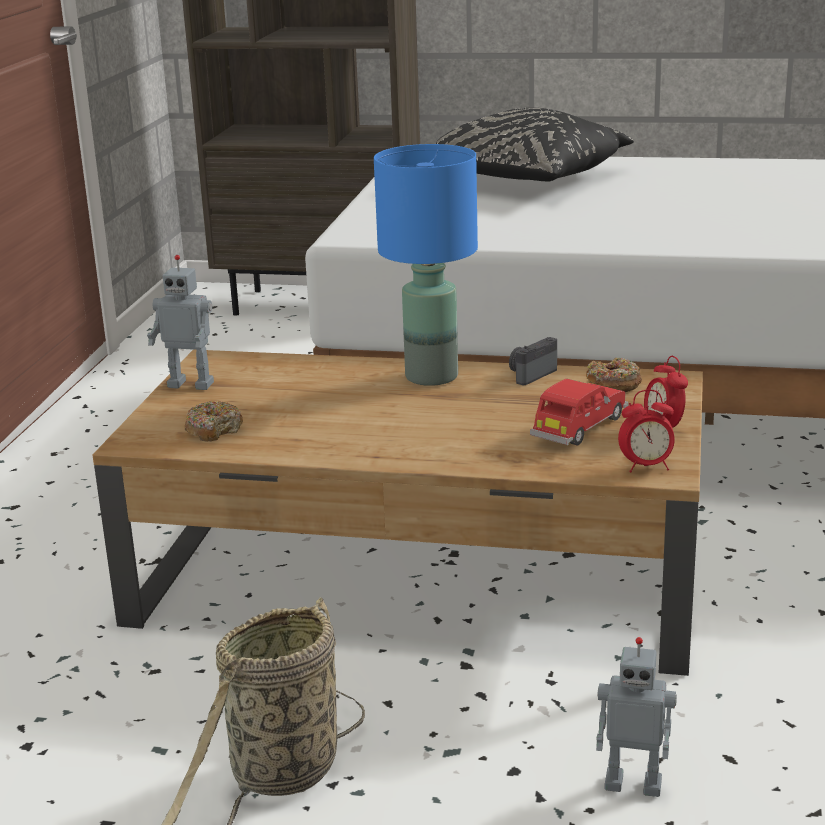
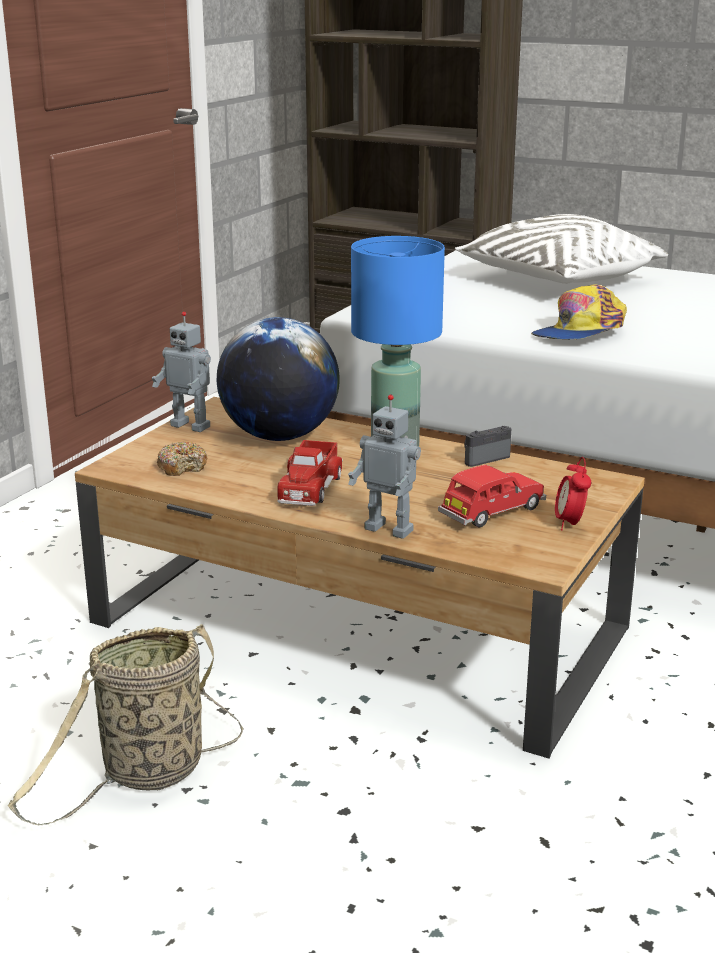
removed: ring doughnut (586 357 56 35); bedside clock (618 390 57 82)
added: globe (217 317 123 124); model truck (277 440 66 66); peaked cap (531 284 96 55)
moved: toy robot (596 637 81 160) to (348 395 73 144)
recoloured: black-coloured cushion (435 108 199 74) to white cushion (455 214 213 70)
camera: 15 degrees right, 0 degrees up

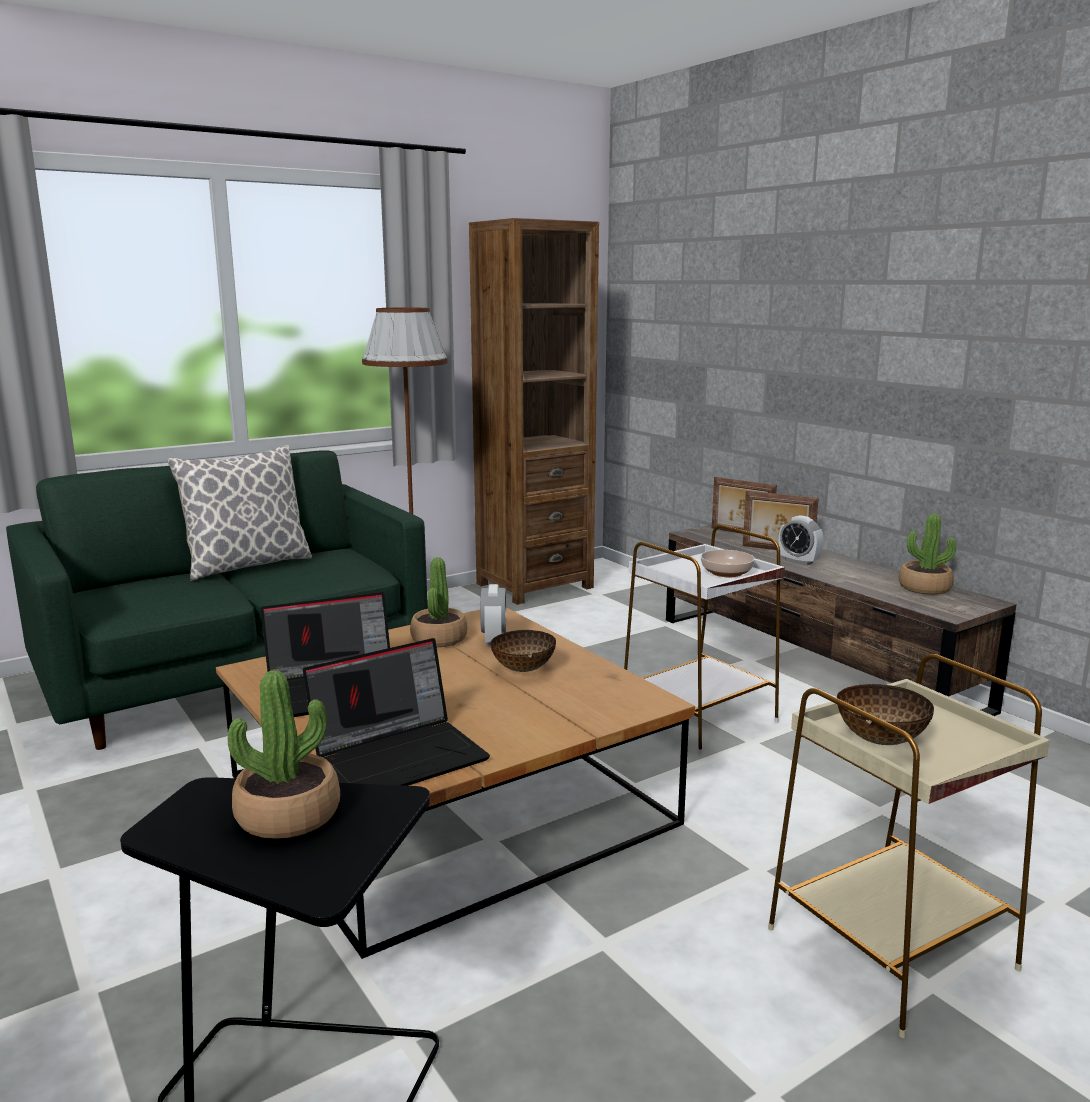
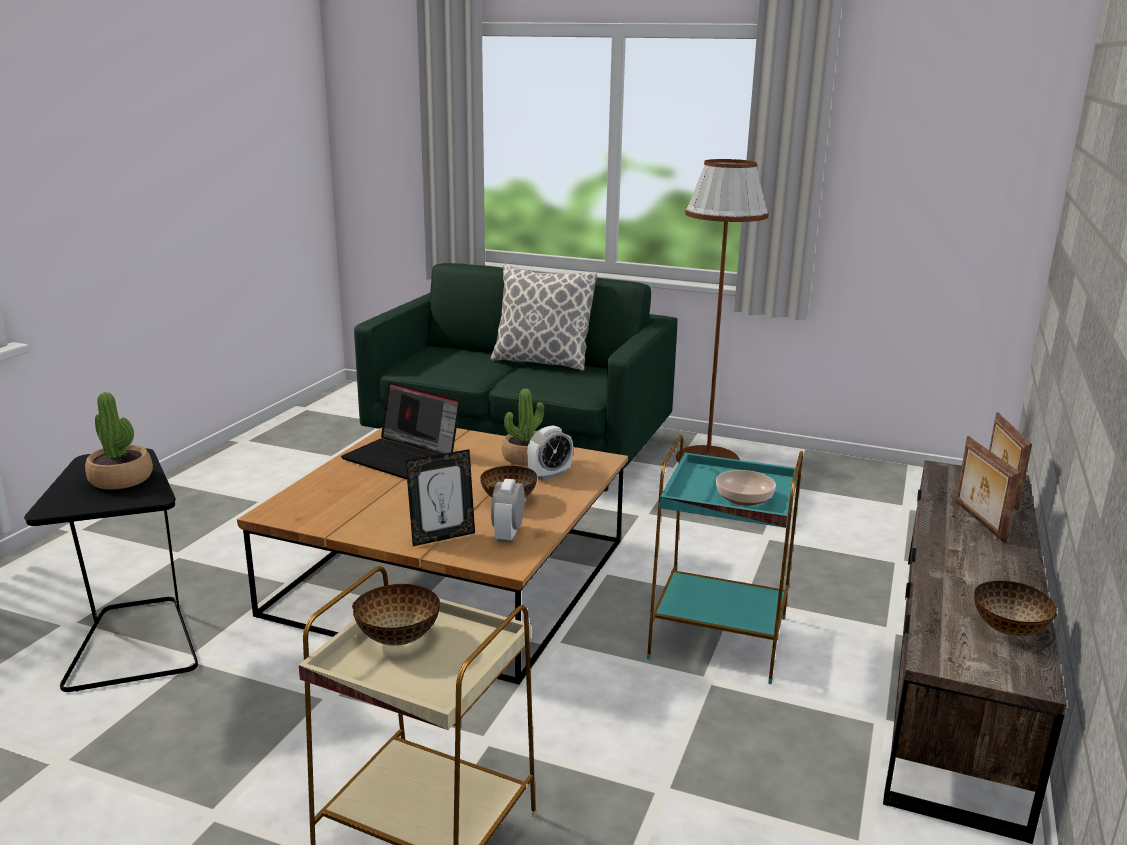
removed: portable computer (303 638 187 148); brownish bookshelf (469 218 130 387)
added: photo frame (406 449 69 97)
moved: bedside clock (779 515 44 51) to (491 479 34 64)
replaced: potted plant (899 514 57 81) to deep dish (974 581 83 55)
recoloured: white end table (624 525 161 230) to blue-green end table (647 435 156 249)
camera: 55 degrees right, 5 degrees up

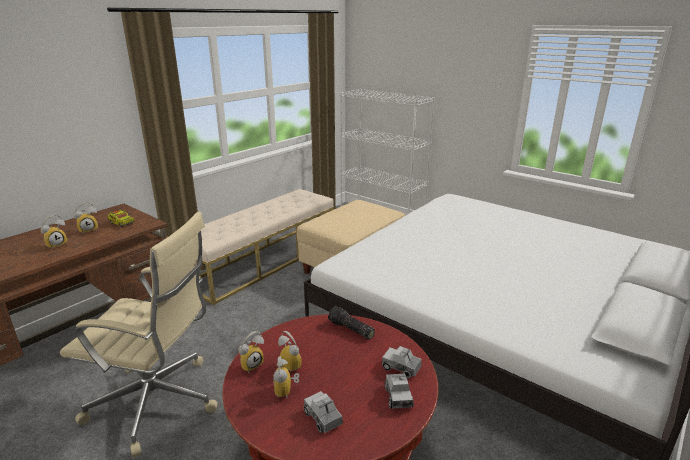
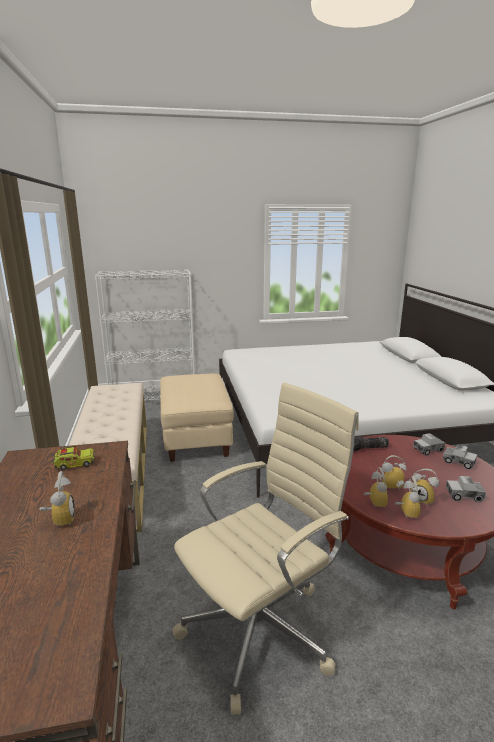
moved: bedside clock (74 202 24 32) to (395 476 26 43)
camera: 50 degrees left, 5 degrees down

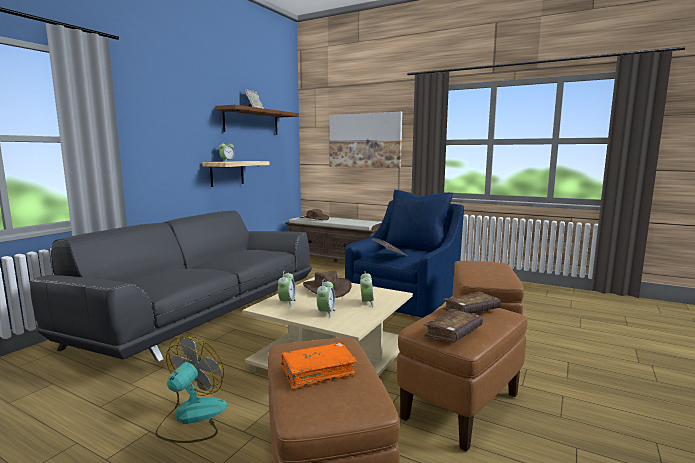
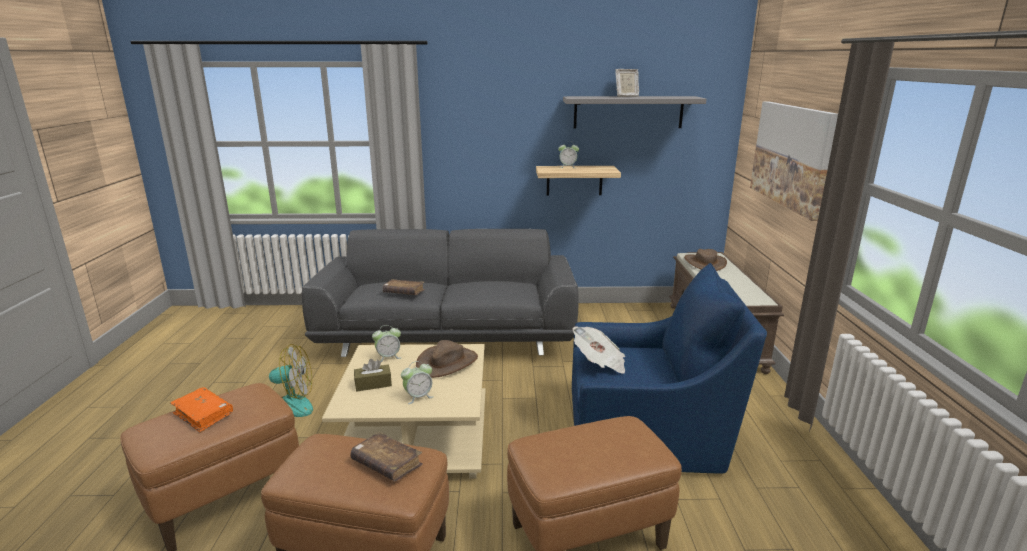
moved: brownish bound book (424 309 59 33) to (383 279 42 16)
replaced: bedside clock (317 279 19 39) to brownish tissue holder (354 359 38 32)
recoloured: brownish shelf (215 105 84 30) to grey shelf (563 96 144 32)
camera: 60 degrees right, 10 degrees up

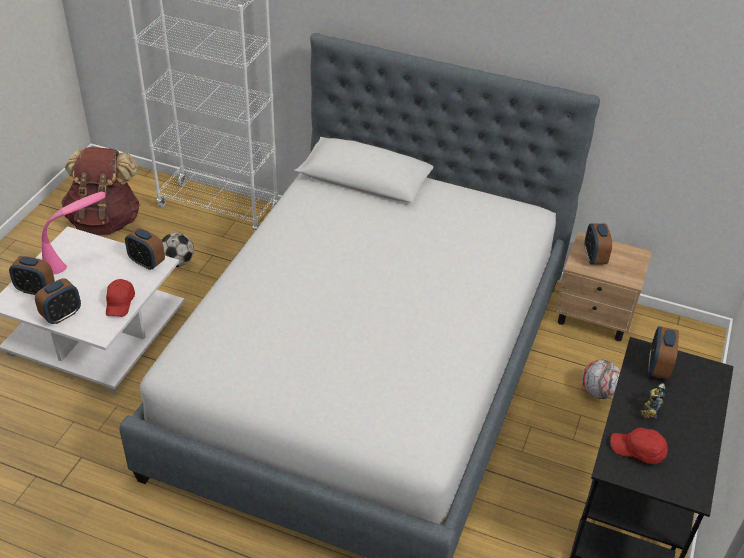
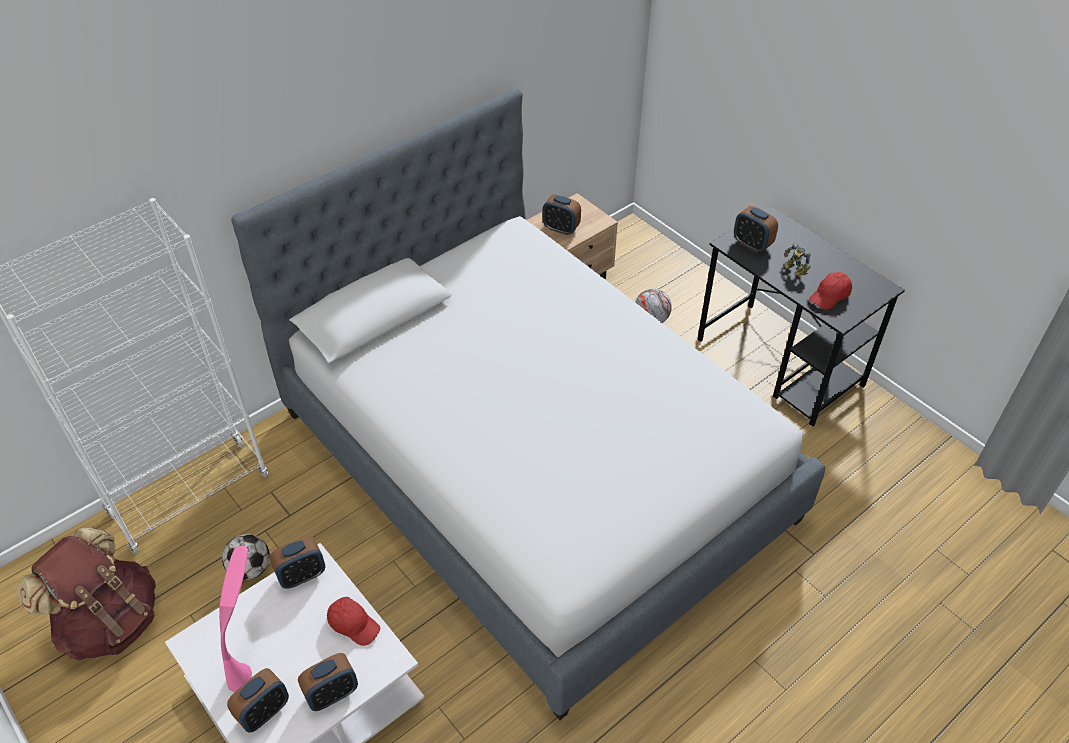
turned: bedside clock (35 278 46 46) = (298 653 60 58) 75 degrees clockwise
camera: 60 degrees left, 5 degrees up

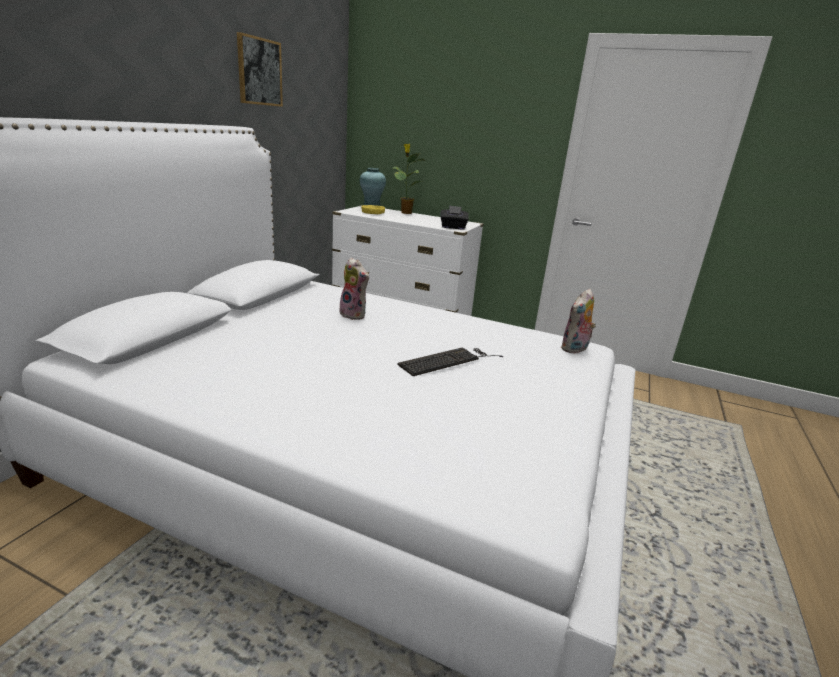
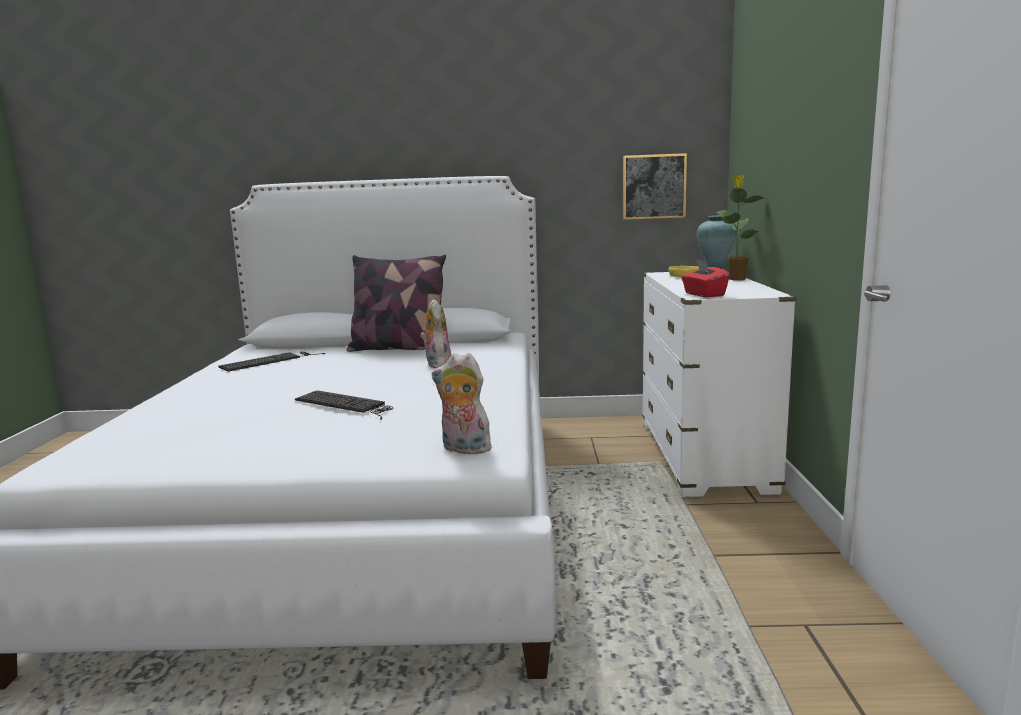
added: PC keyboard (218 352 107 20); cushion (346 254 100 98)
moved: wall art (237 32 46 75) to (623 153 64 67)
recoloured: black-coloured tissue holder (441 206 28 23) to reddish tissue holder (681 260 49 37)
turned: plush toy (339 257 30 63) = (420 299 31 69) 150 degrees clockwise
camera: 70 degrees right, 10 degrees down

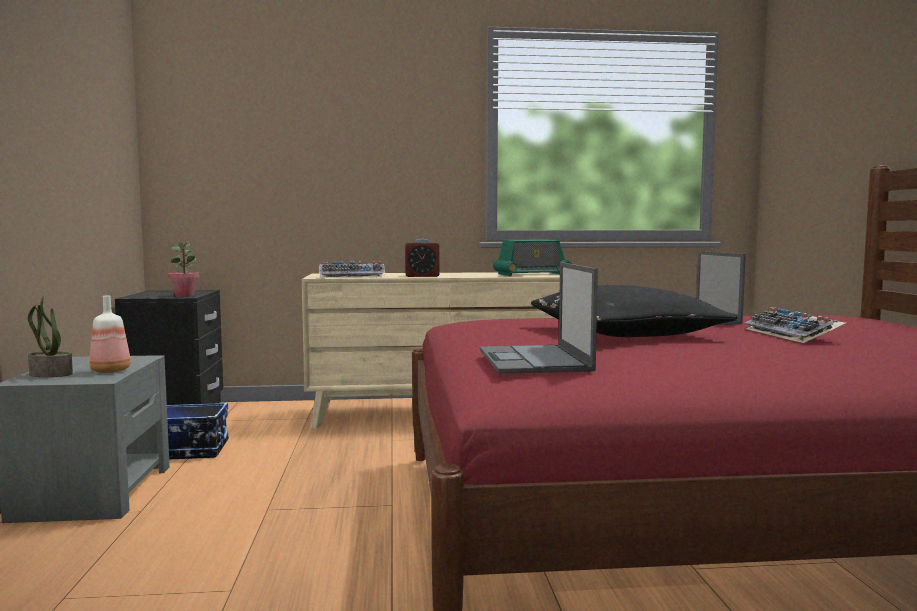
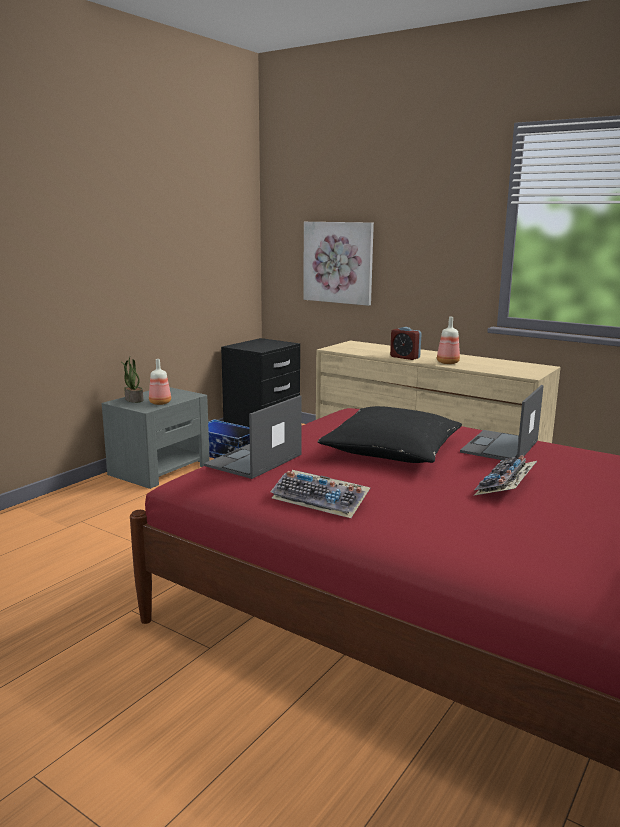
removed: potted plant (168 241 31 56); radio set (493 240 79 36)
added: wall art (303 222 71 84); bottle (437 317 23 47)
moved: PC keyboard (319 261 66 17) to (270 470 100 48)
camera: 40 degrees right, 10 degrees up

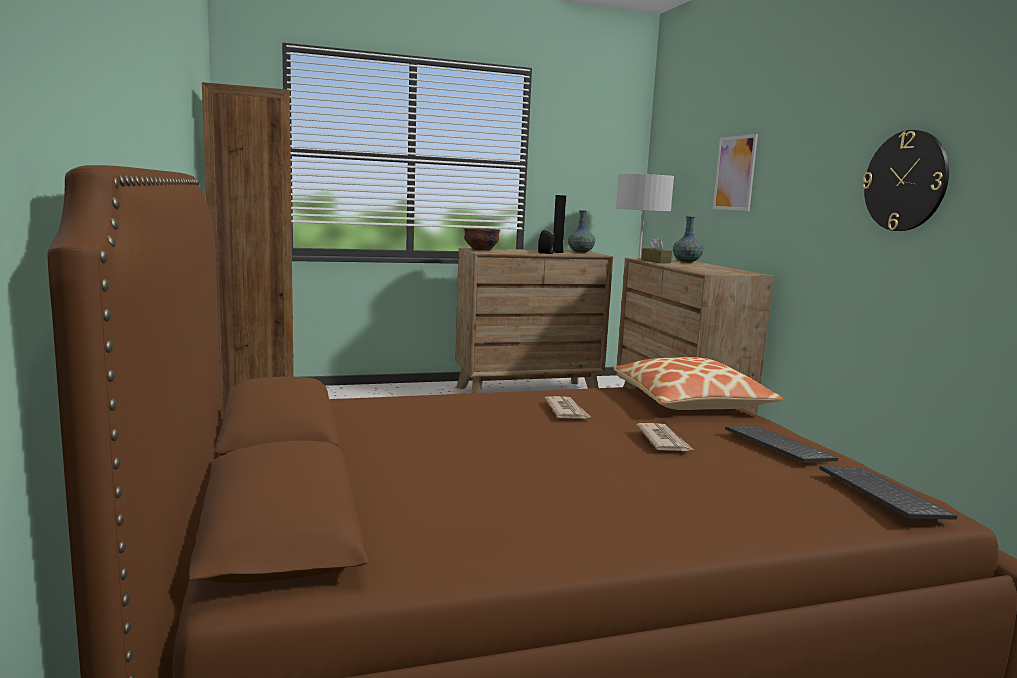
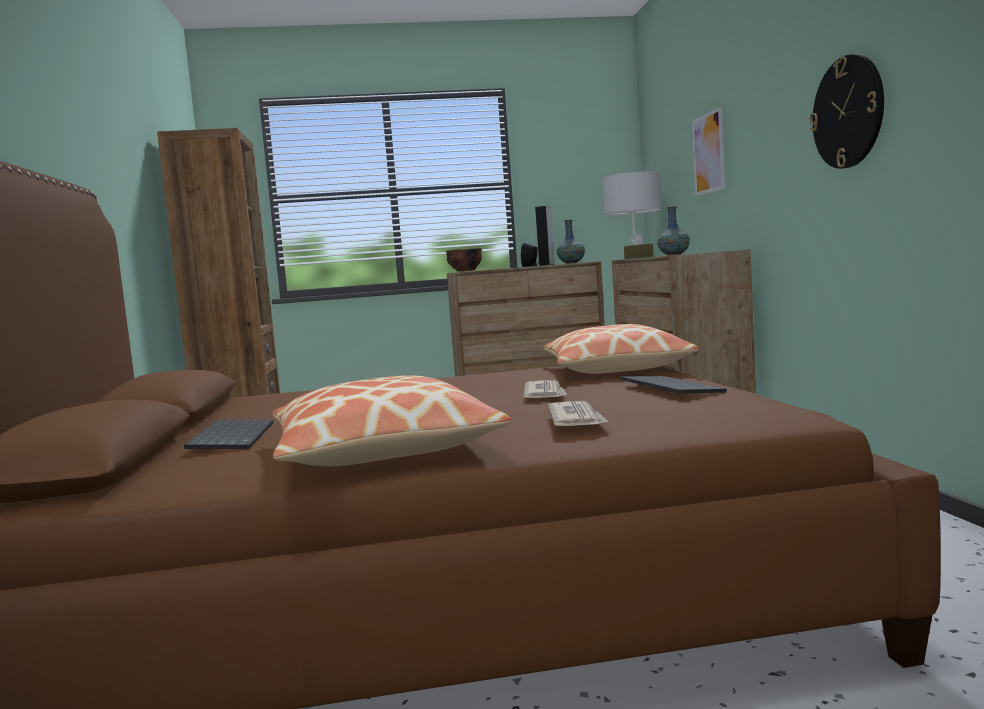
added: cushion (273 375 238 92)
moved: daily paper (545 396 45 23) to (548 401 60 25); PC keyboard (819 466 139 54) to (184 419 89 30)
camera: 10 degrees right, 5 degrees down

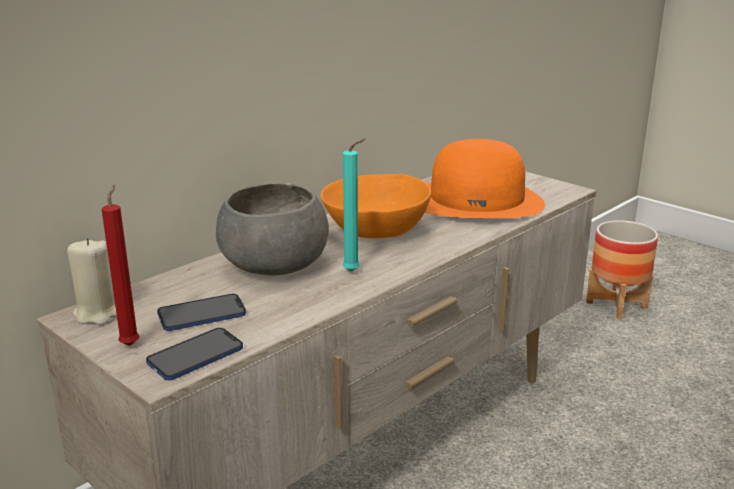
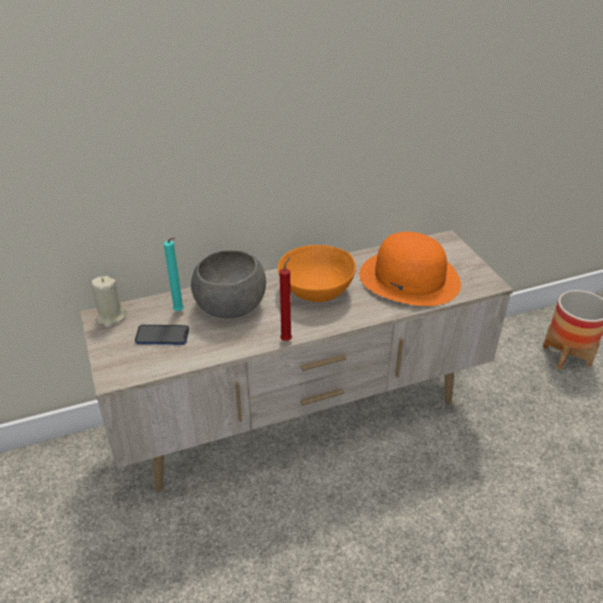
removed: telephone (146 328 97 52)
moved: reddish wax candle (102 184 37 162) to (280 257 12 84); blue-green wax candle (343 139 22 133) to (164 237 20 74)
camera: 25 degrees right, 15 degrees up

